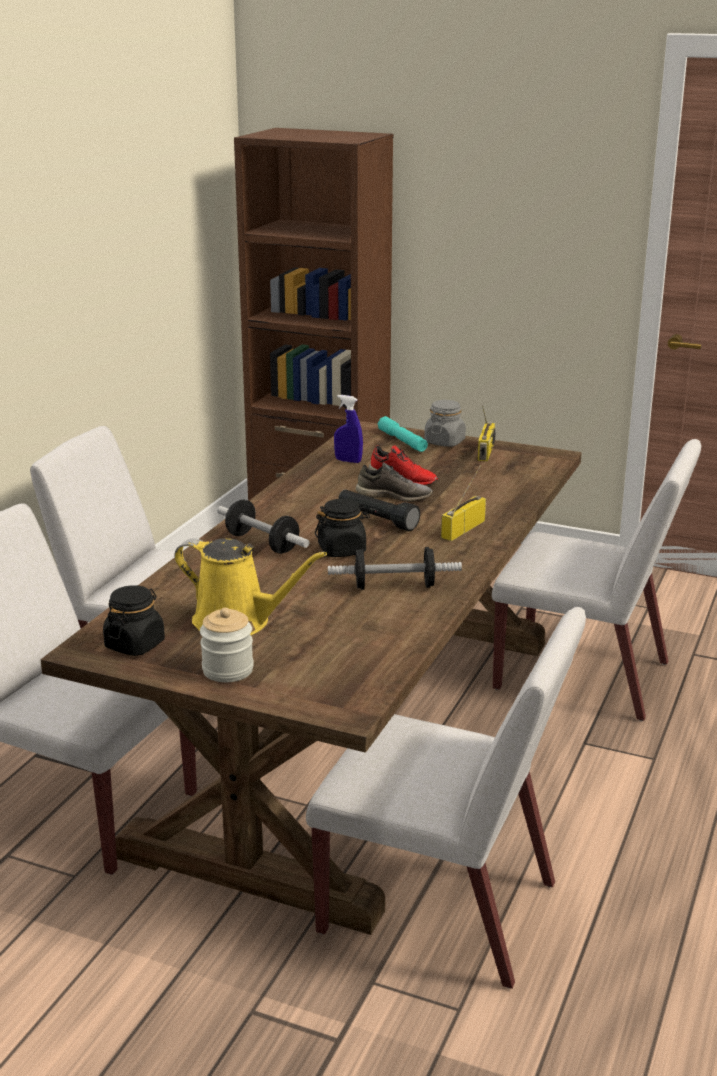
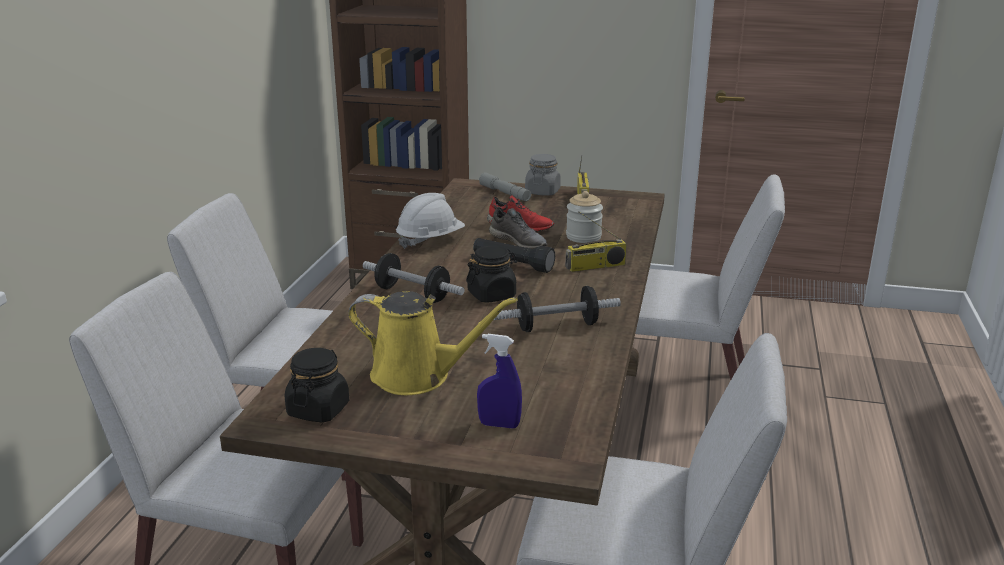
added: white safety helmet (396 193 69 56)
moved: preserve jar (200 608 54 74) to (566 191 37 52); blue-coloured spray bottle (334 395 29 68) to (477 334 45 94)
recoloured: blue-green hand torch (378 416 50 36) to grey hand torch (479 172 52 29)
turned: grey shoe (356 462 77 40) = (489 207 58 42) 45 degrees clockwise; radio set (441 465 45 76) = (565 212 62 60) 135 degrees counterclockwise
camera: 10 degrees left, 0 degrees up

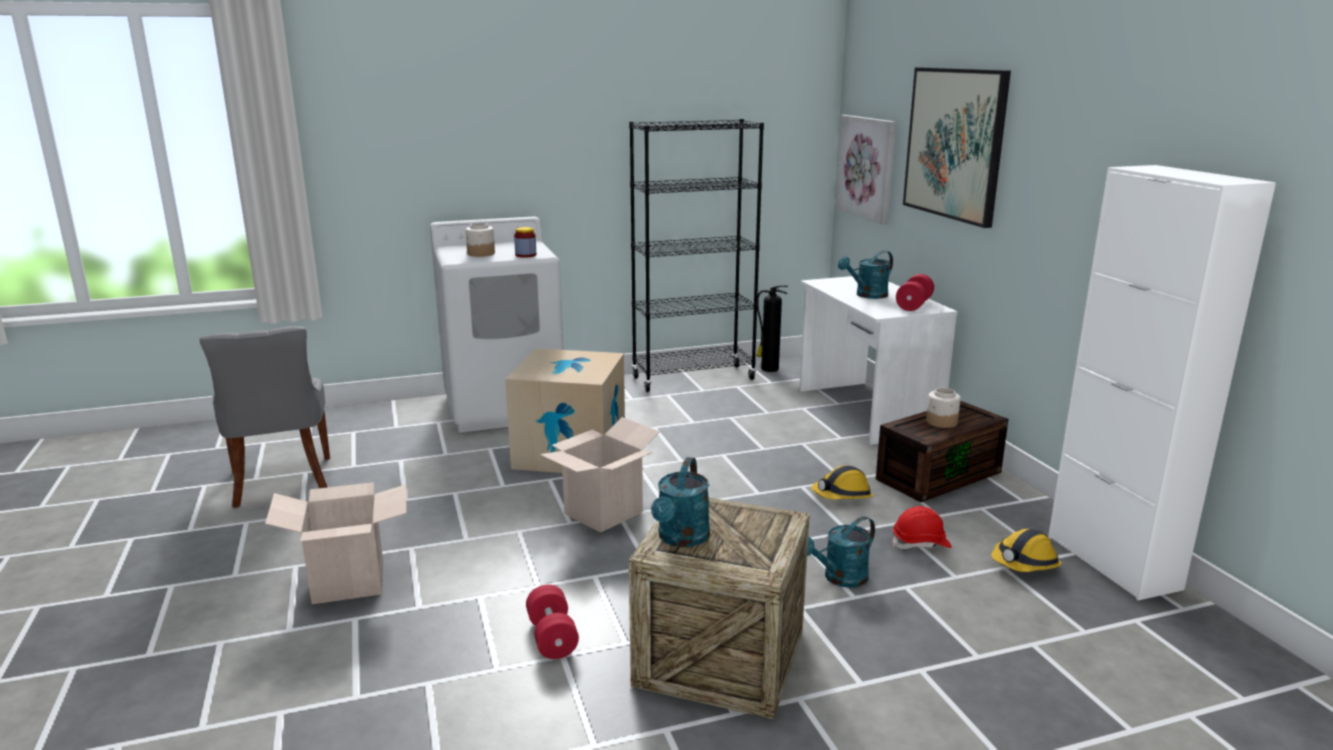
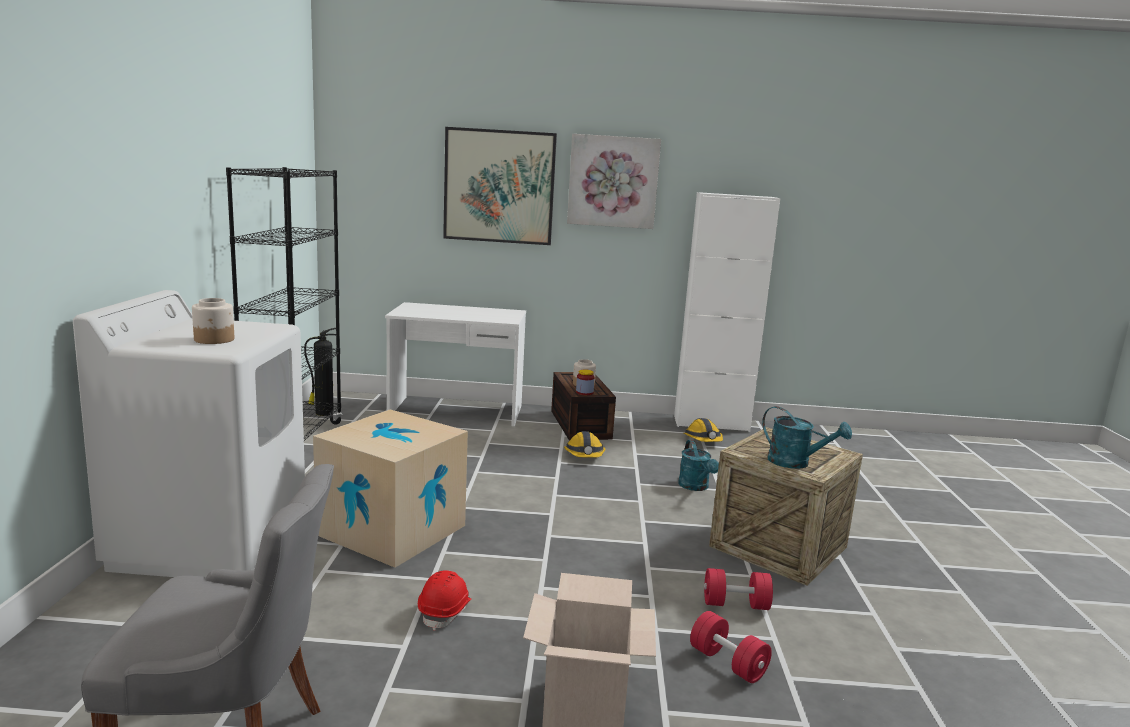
removed: carton (540 417 120 116); blue-green sprinkling can (838 251 55 48)
moved: preserve jar (514 227 22 31) to (576 369 19 26); wall art (835 115 61 110) to (567 134 94 95); reddish safety helmet (892 506 60 43) to (418 570 54 61); reddish free weight (896 274 38 37) to (690 611 82 72)
camera: 70 degrees left, 5 degrees down

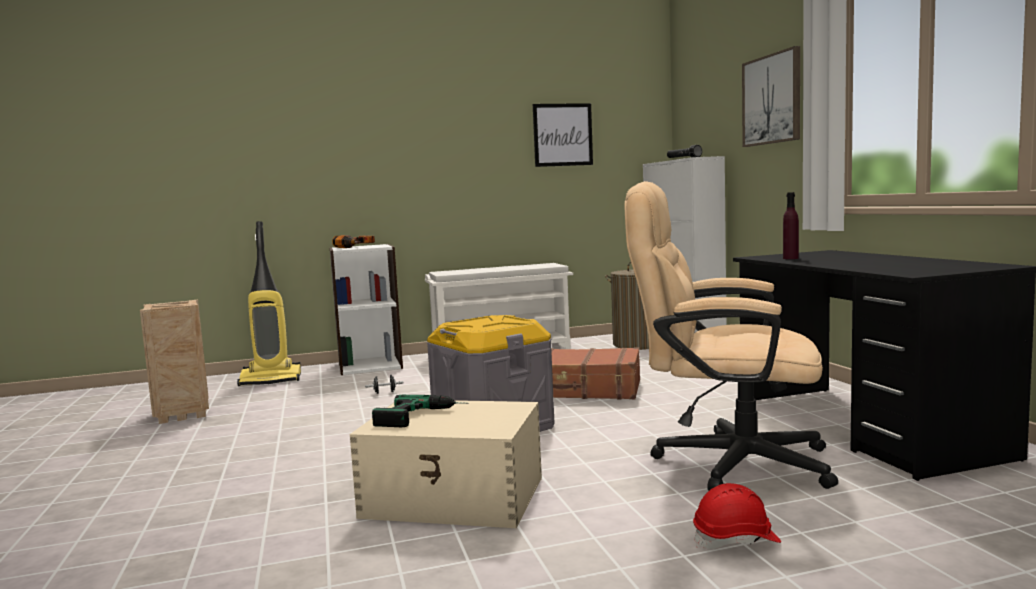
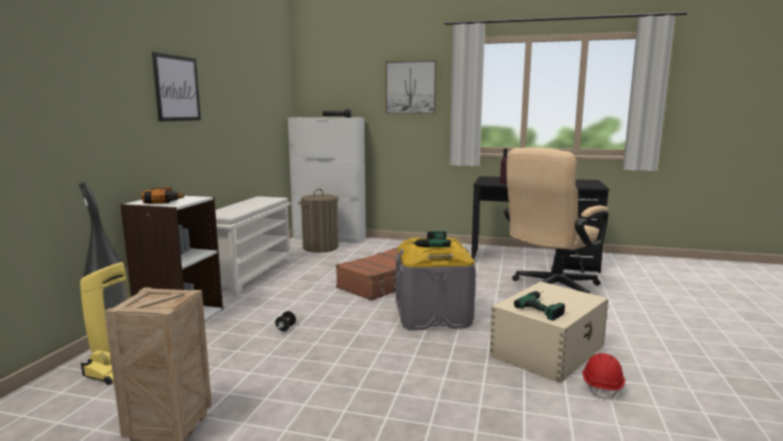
added: power drill (412 231 39 16)
moved: wall art (533 103 60 64) to (152 52 49 70); reddish safety helmet (693 483 88 66) to (582 353 43 48)
camera: 60 degrees left, 5 degrees up

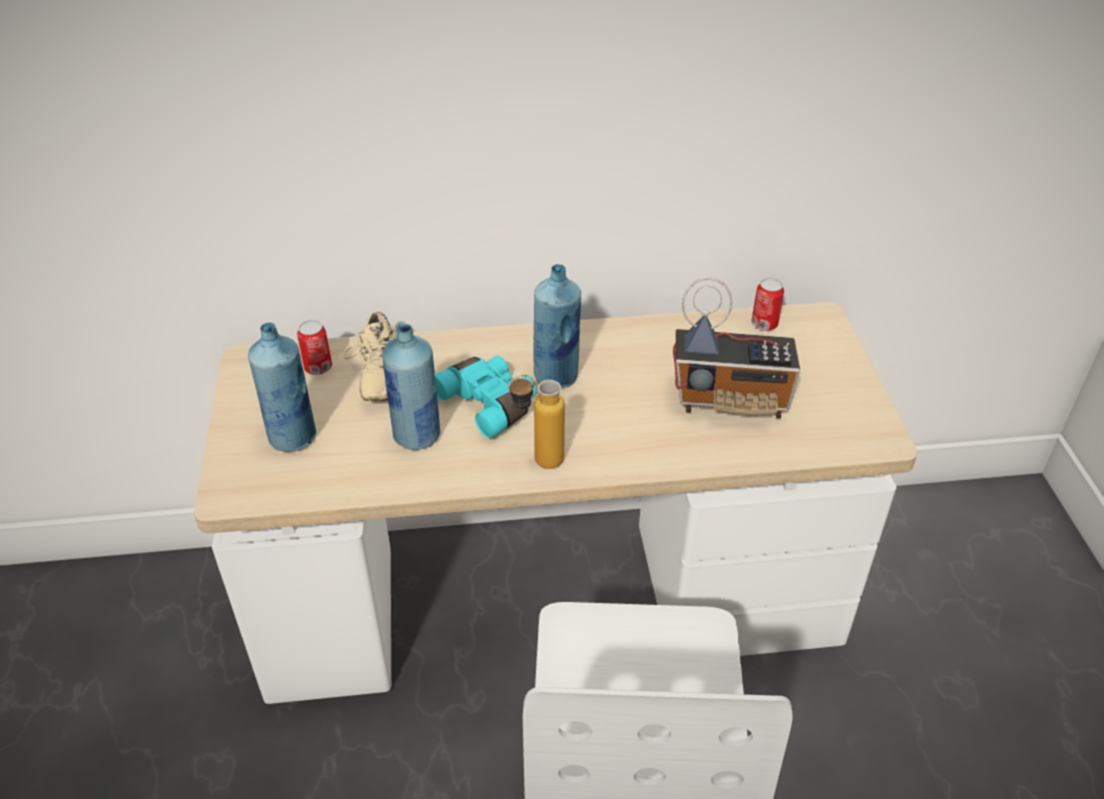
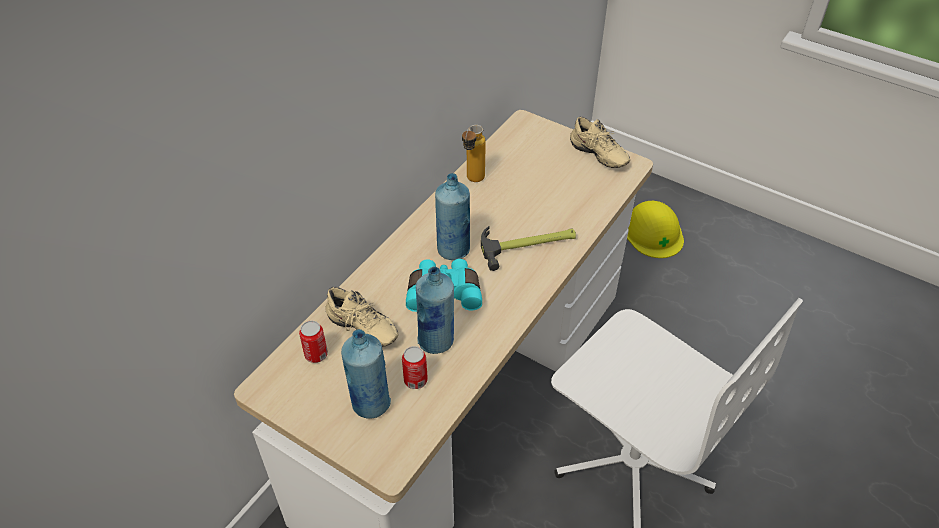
removed: radio set (673 277 127 141)
added: tool hammer (481 226 95 45); beige-coloured shoe (570 116 60 52); yellowish safety helmet (627 201 57 57)
moved: bottle (508 375 57 94) to (462 125 24 57); metal can (751 278 33 53) to (402 346 26 43)
camera: 50 degrees left, 5 degrees up

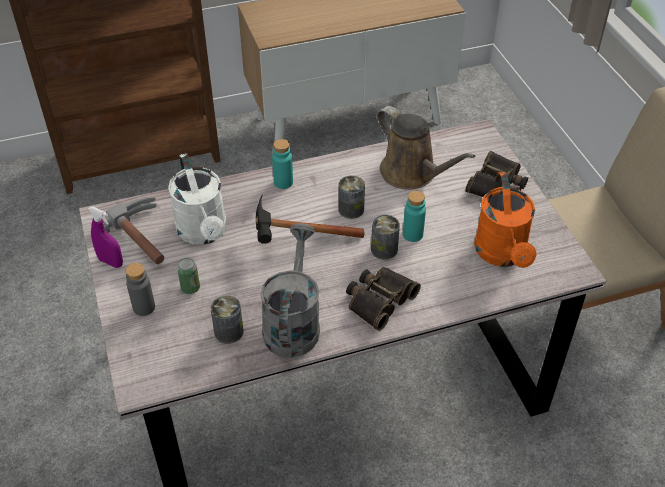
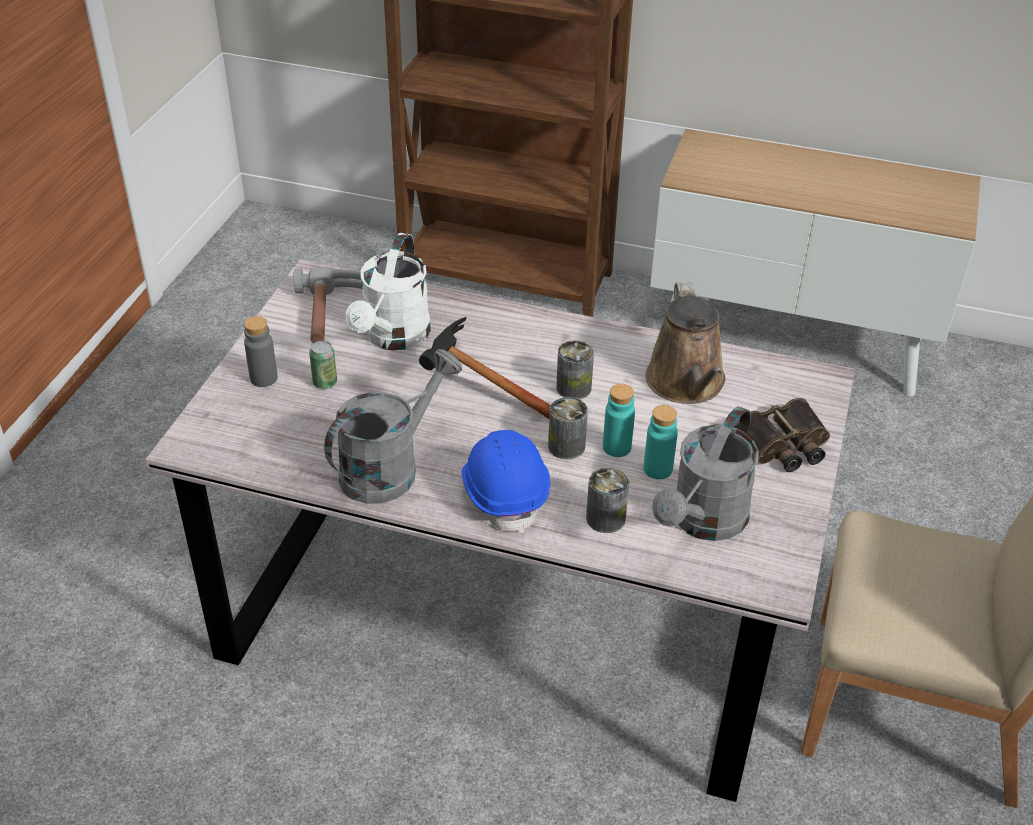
removed: purple-coloured spray bottle (88 206 35 62)
moved: metal can (210 295 34 49) to (586 467 43 66); blue-green bottle (272 139 21 50) to (644 405 34 74)
replaced: binoculars (346 267 75 64) to blue-coloured safety helmet (462 430 88 104)
recoloured: orange-coloured sprinkling can (474 172 62 96) to grey sprinkling can (652 406 107 135)
camera: 35 degrees right, 5 degrees down

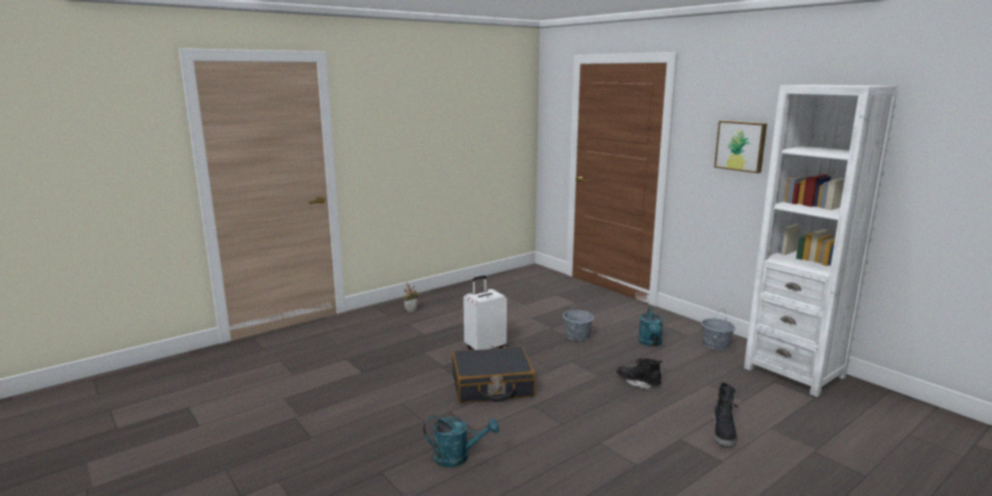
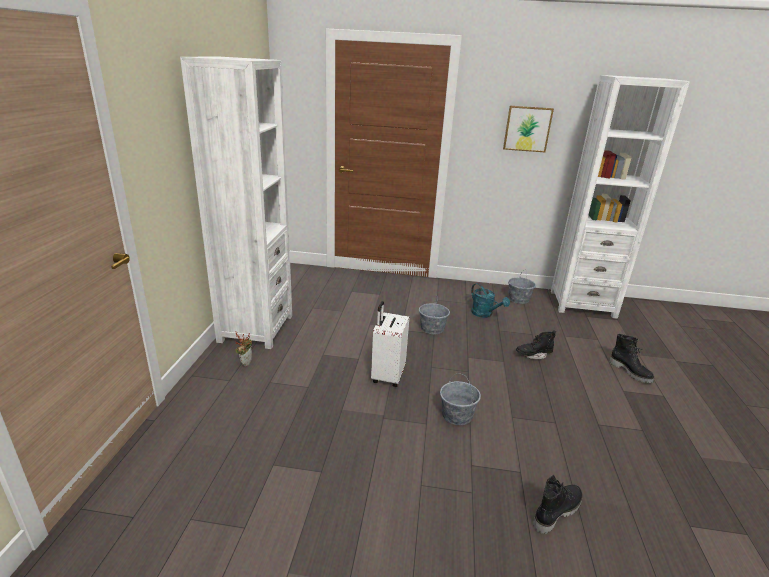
added: white bookshelf (180 57 112 292)
replaced: blue-green sprinkling can (423 415 76 52) to black-coloured tall boot (533 475 50 59); black-coloured suitcase (452 347 83 55) to grey pail (440 374 41 51)
camera: 45 degrees left, 10 degrees up

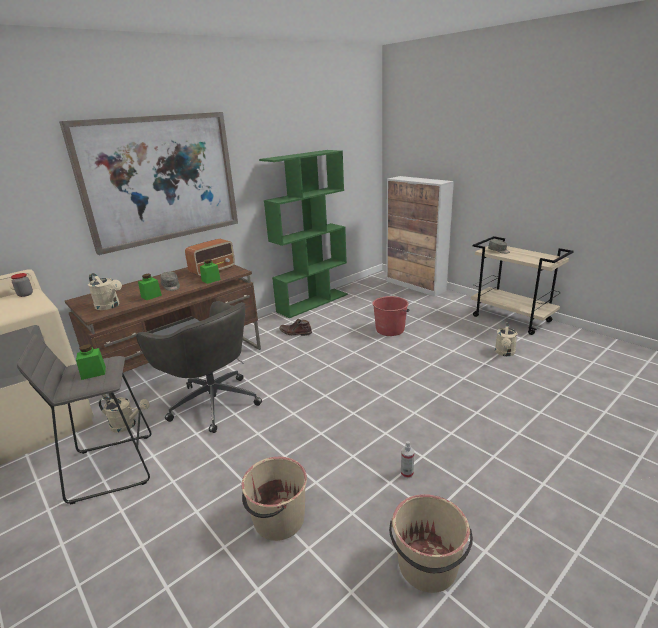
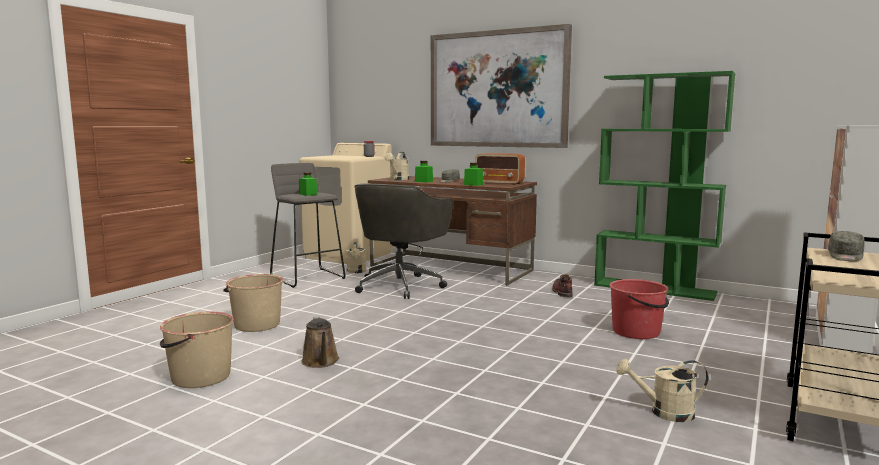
replaced: spray bottle (401 441 13 37) to brownish sprinkling can (301 316 38 52)
camera: 70 degrees right, 15 degrees down

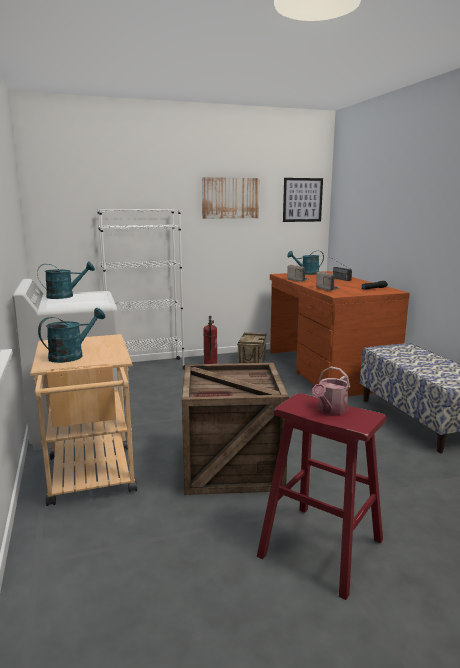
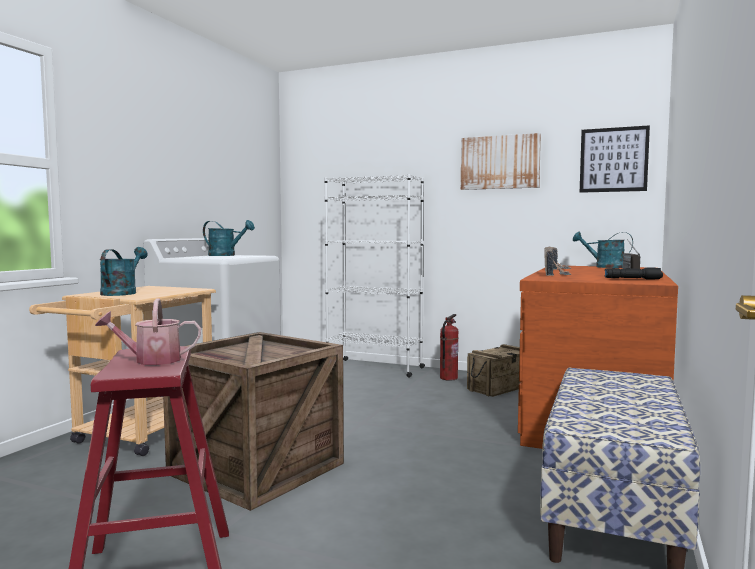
turned: blue-green sprinkling can (38 308 67 55) = (100 247 48 49) 75 degrees counterclockwise
camera: 40 degrees right, 10 degrees down

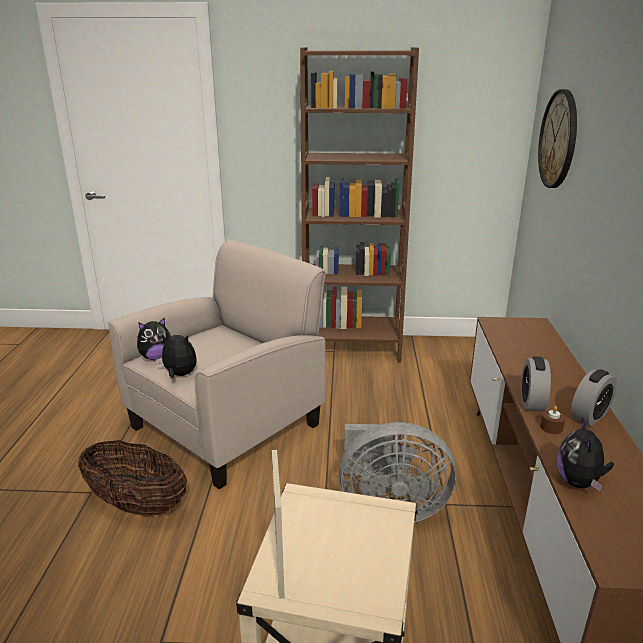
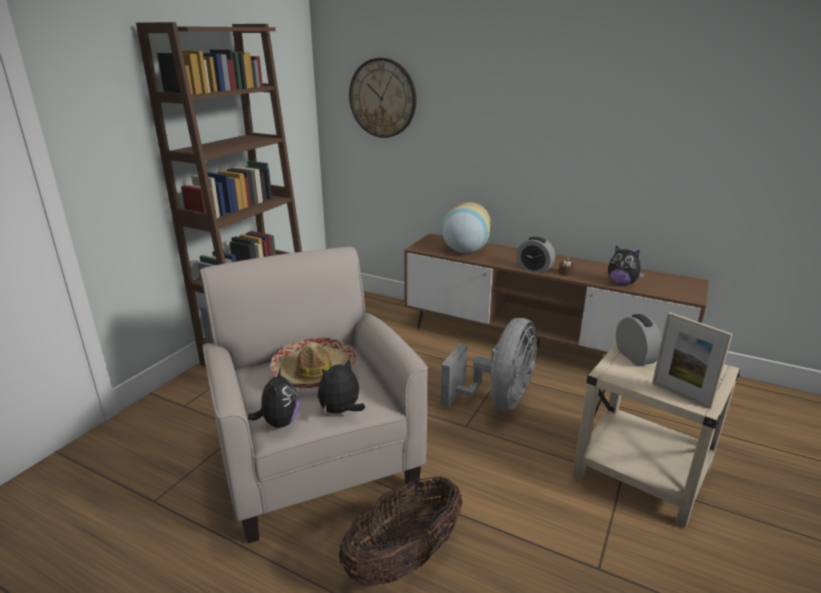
added: hat (270 337 87 51); vase (442 202 49 51)
moved: bedside clock (571 369 46 57) to (616 314 46 52)
turned: photo frame (272 450 13 149) = (652 312 81 97) 150 degrees counterclockwise
camera: 65 degrees left, 0 degrees up

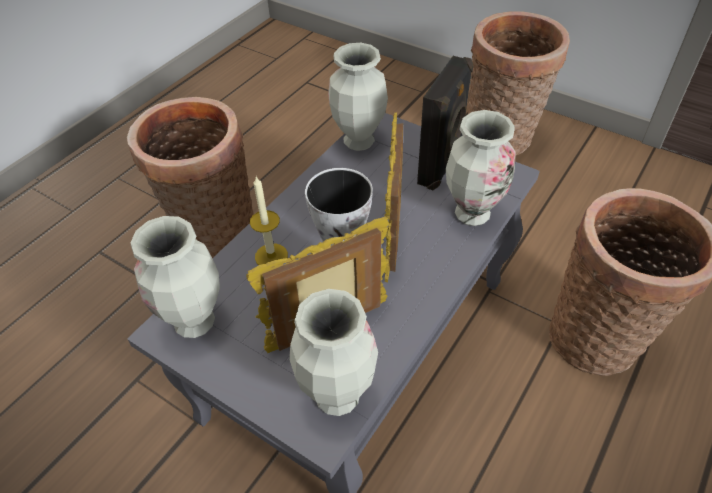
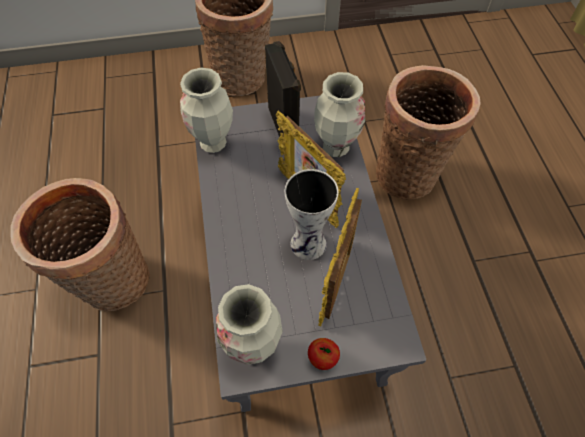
removed: wax candle (250 177 38 88); vase (289 289 89 127)
added: whole apple (308 338 32 32)
camera: 45 degrees left, 10 degrees up

